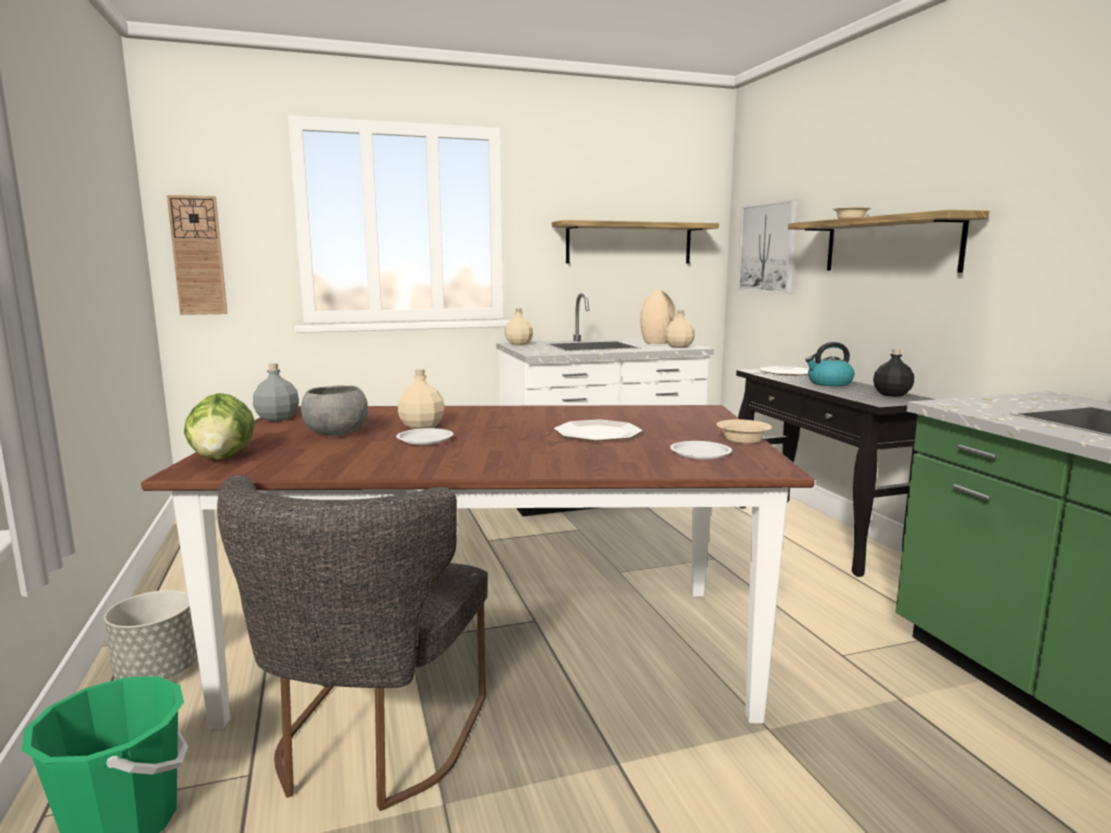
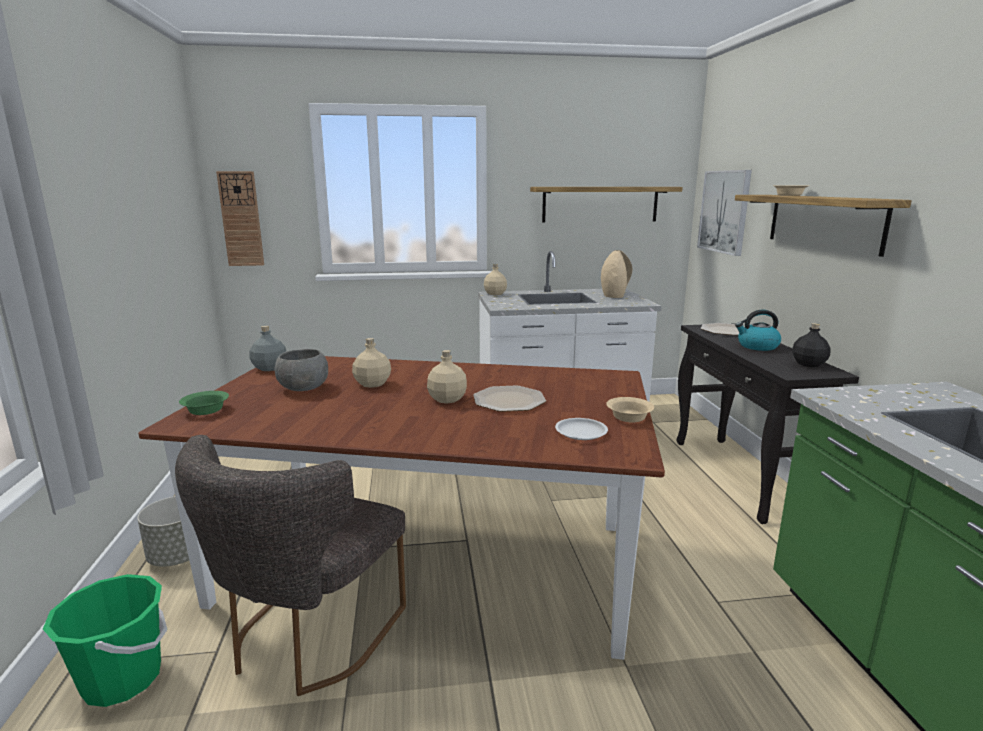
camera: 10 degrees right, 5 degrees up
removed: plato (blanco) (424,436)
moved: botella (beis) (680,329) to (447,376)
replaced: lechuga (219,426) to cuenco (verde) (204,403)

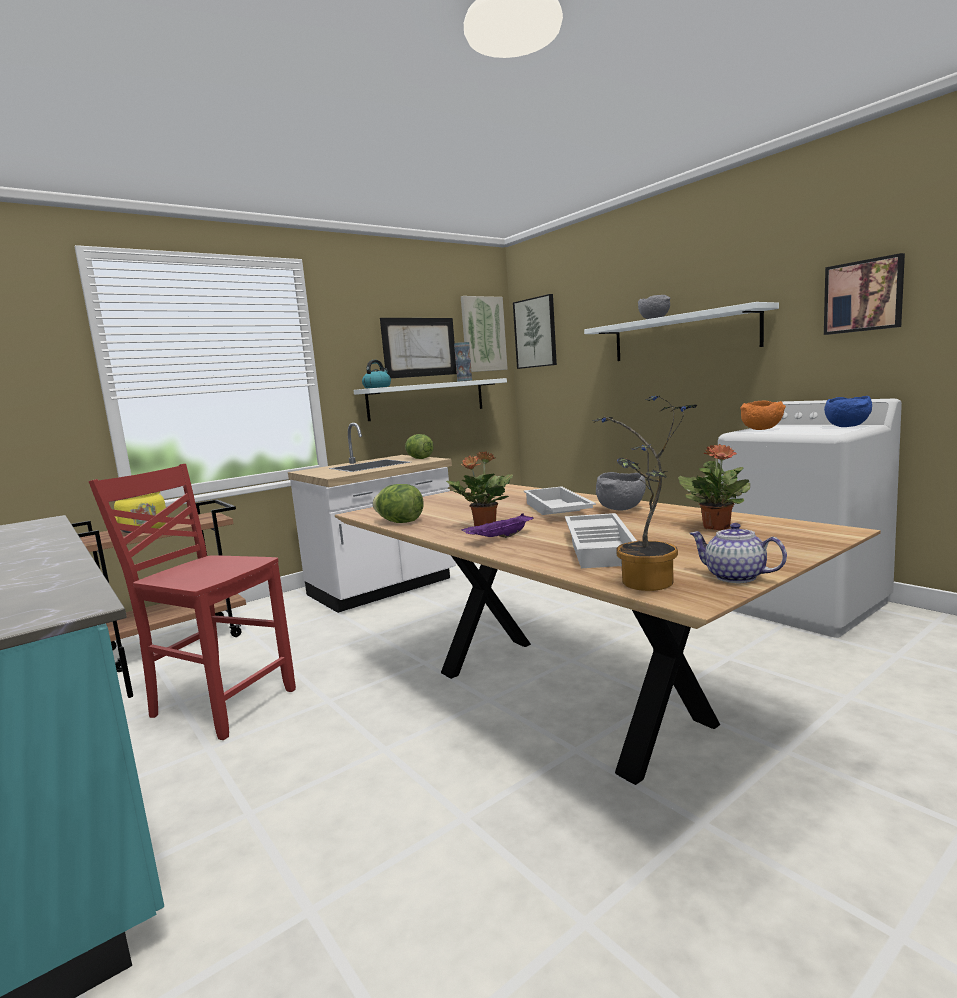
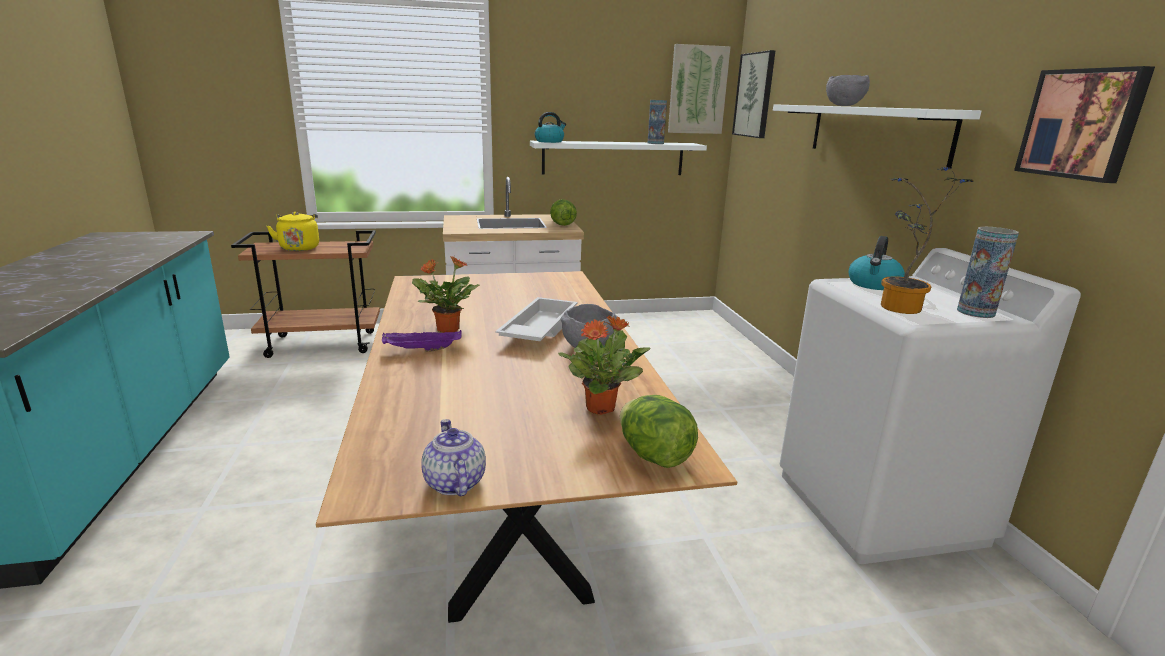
camera: 25 degrees right, 10 degrees up
removed: silla (rojo) (192,602); cuadro (418,348); bandeja (blanco) (601,540)
moved: lechuga (398,503) to (659,431); planta en maceta (644,493) to (927,240)
replaced: cuenco (naranja) (763,415) to hervidor (877,263); cuenco (azul) (848,411) to florero (988,272)

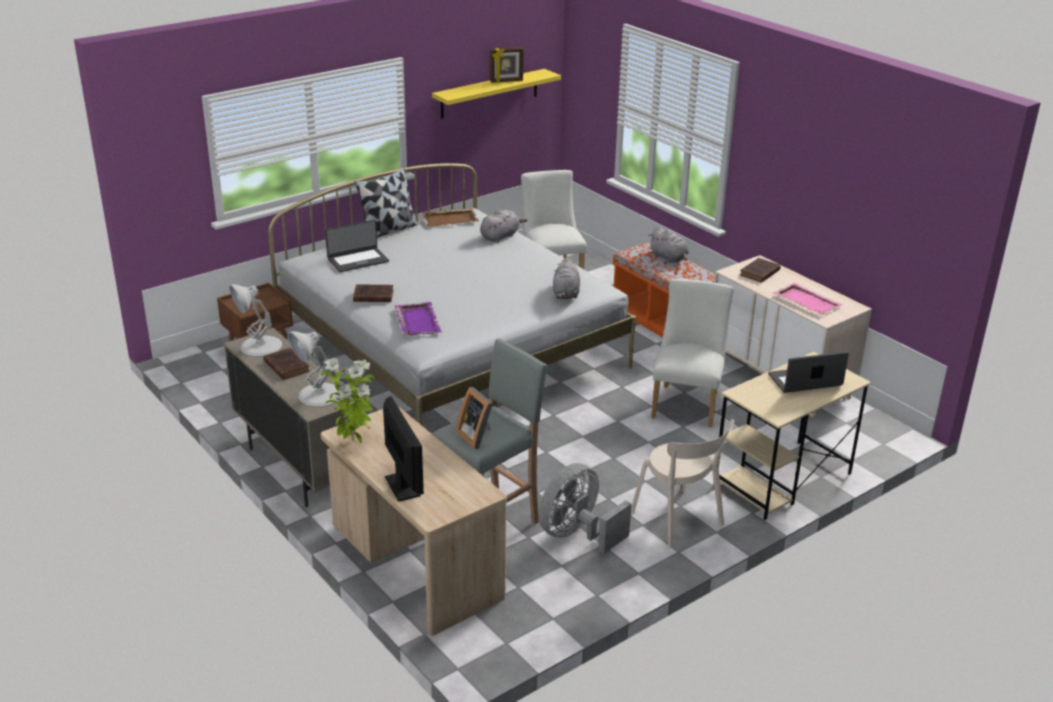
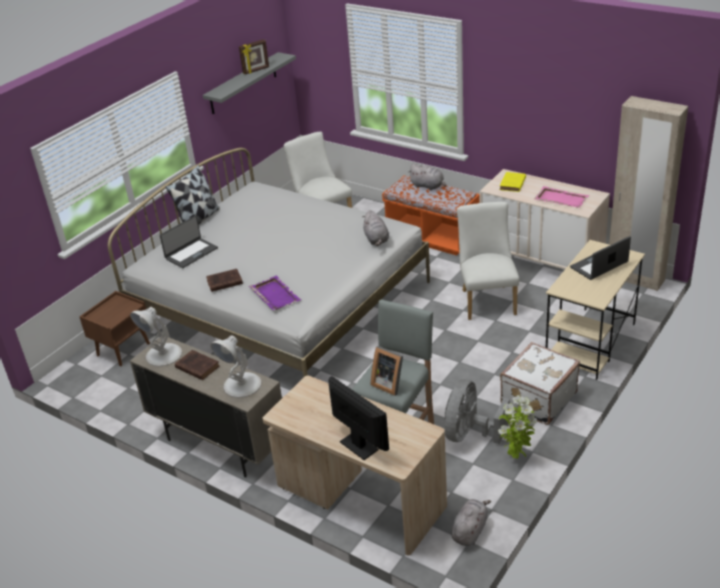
camera: 15 degrees left, 5 degrees up
removed: bandeja (marrón) (450,217)
added: armario ropero (beis) (648,193)
moved: peluche (gris) (503,226) to (471,522); planta en maceta (347,401) to (518,427)
replaced: silla (beis) (682,483) to maleta (blanco) (540,383)
recoloured: estante (amarillo) (496,93) to estante (gris) (249,83); libro (marrón) (760,270) to libro (amarillo) (513,182)

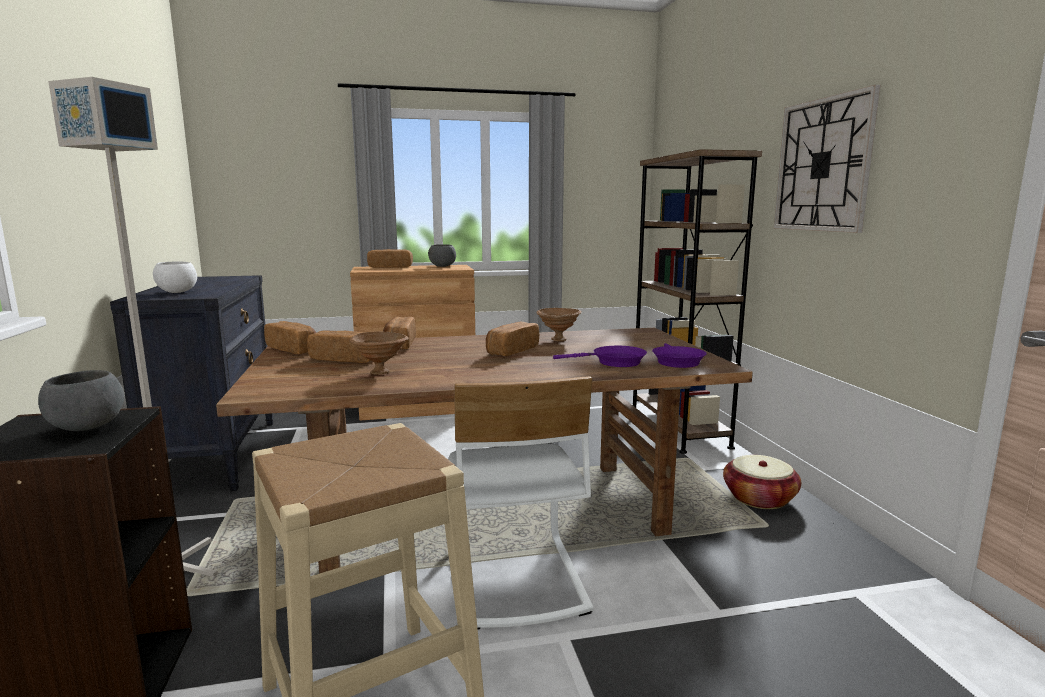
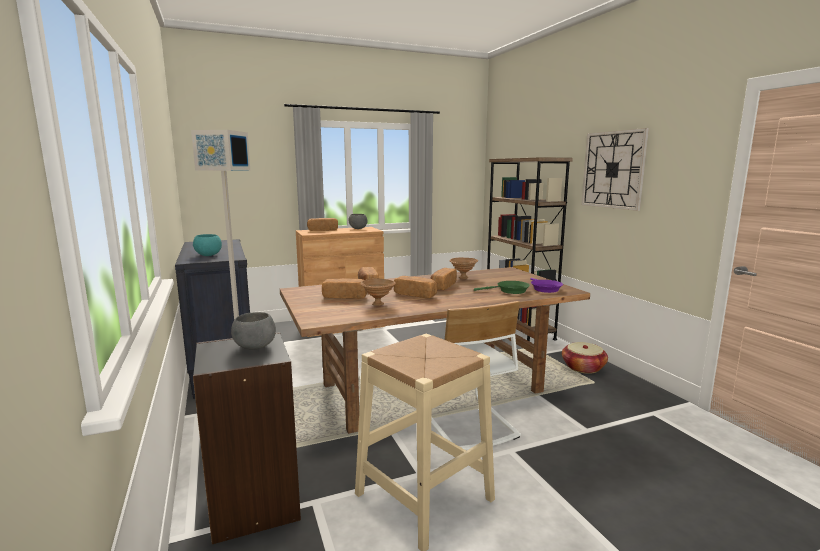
camera: 10 degrees left, 0 degrees up
moved: pan (290,337) to (416,287)
recoloured: cuenco (blanco) (175,277) to cuenco (turquesa) (207,245); sartén (morado) (600,356) to sartén (verde) (502,287)

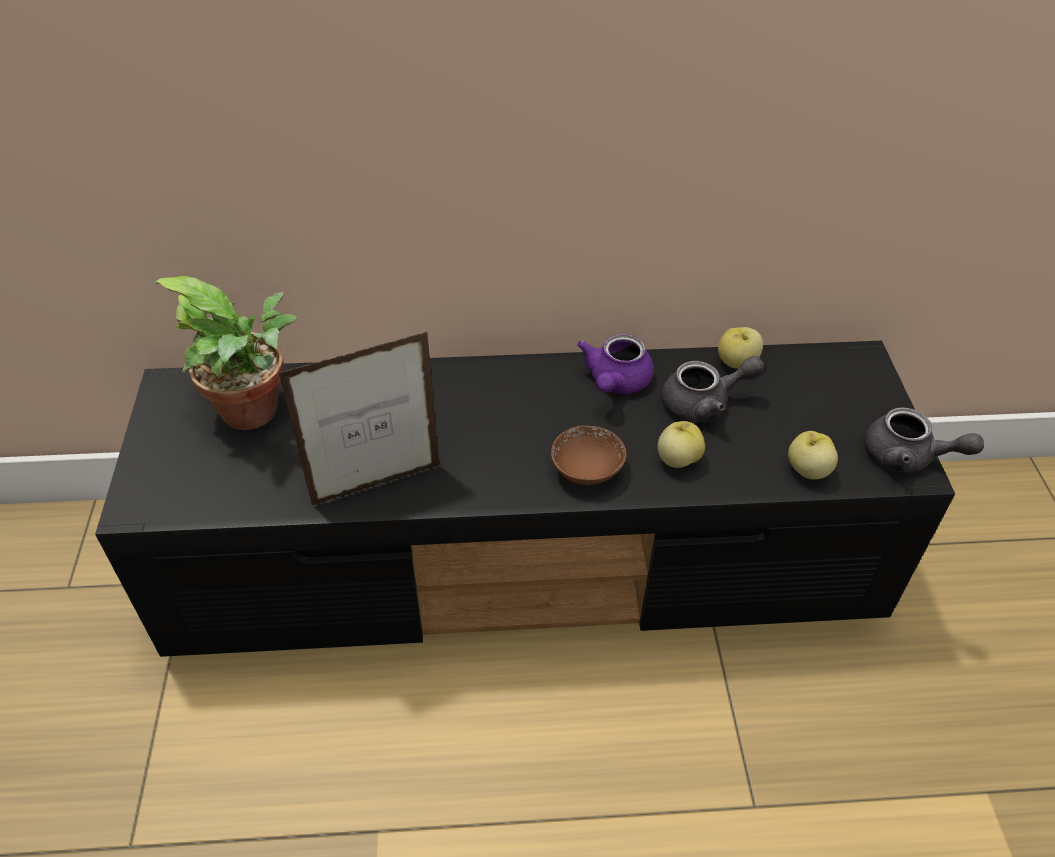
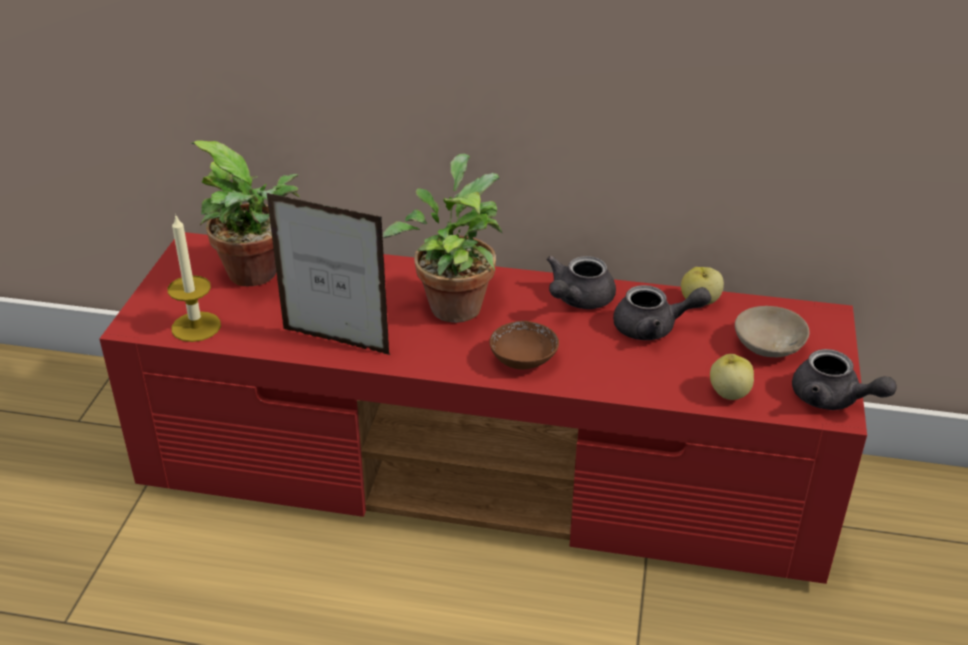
camera: 15 degrees right, 10 degrees down
removed: manzana (681,444)
added: vela (194,278); planta en maceta (443,238); cuenco (beis) (772,332)
recoloured: mueble de televisión (negro) (525,499) to mueble de televisión (rojo) (483,408); tetera (morado) (615,364) to tetera (gris) (581,282)
turned: portarretratos (358,419) = (328,274) 150 degrees counterclockwise

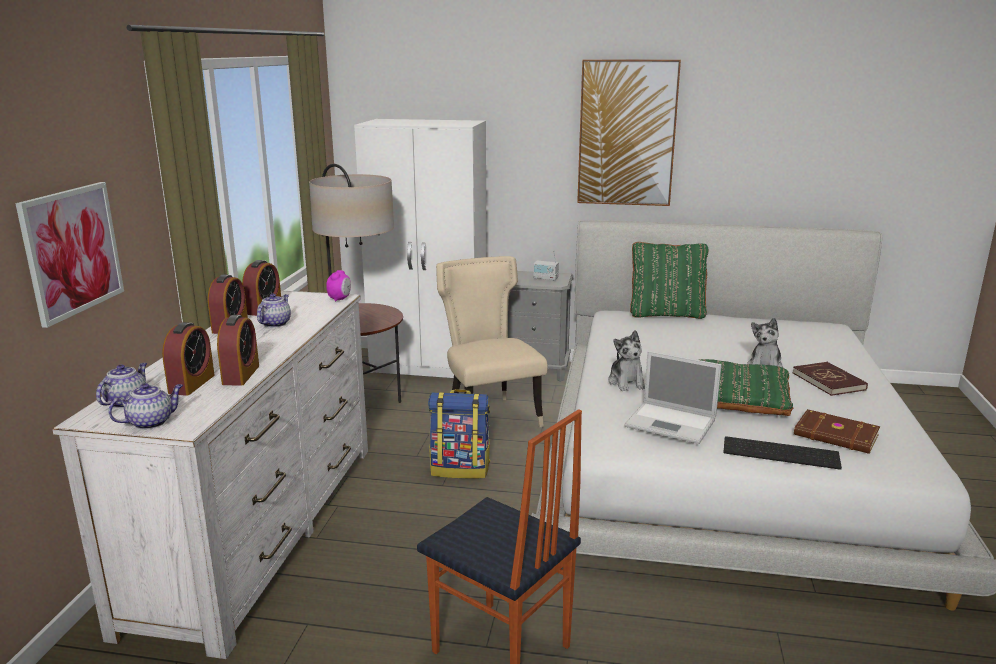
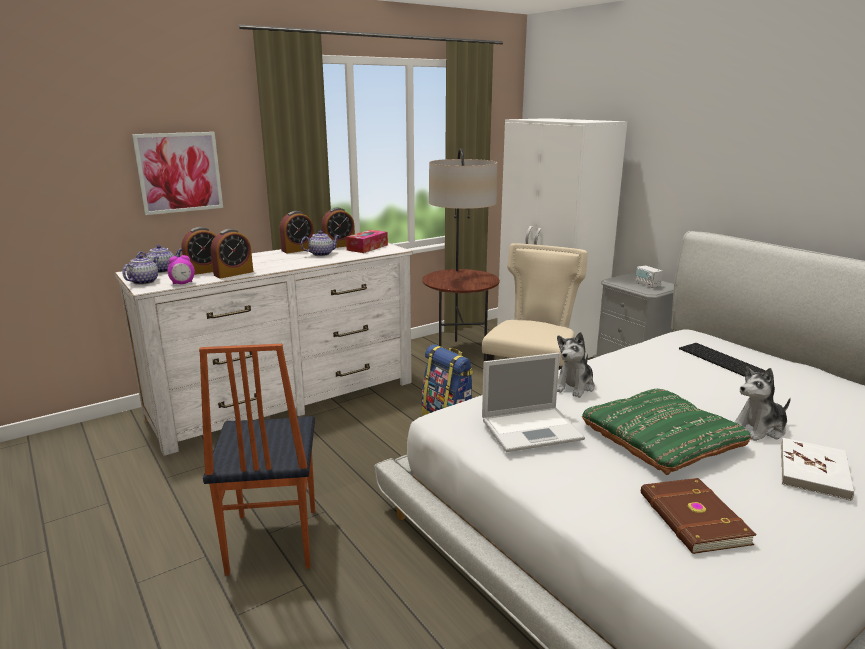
camera: 45 degrees right, 0 degrees up
removed: cuadro (629,132); cojín (verde) (669,280)
added: caja de pañuelos (367,241)
moved: despertador (338,286) to (181,270); teclado (782,453) to (722,360)
recoloured: libro (rojo) (830,379) to libro (blanco) (817,469)
turned: tetera (145,406) = (140,270) 75 degrees counterclockwise; portátil (673,397) = (533,402) 90 degrees counterclockwise

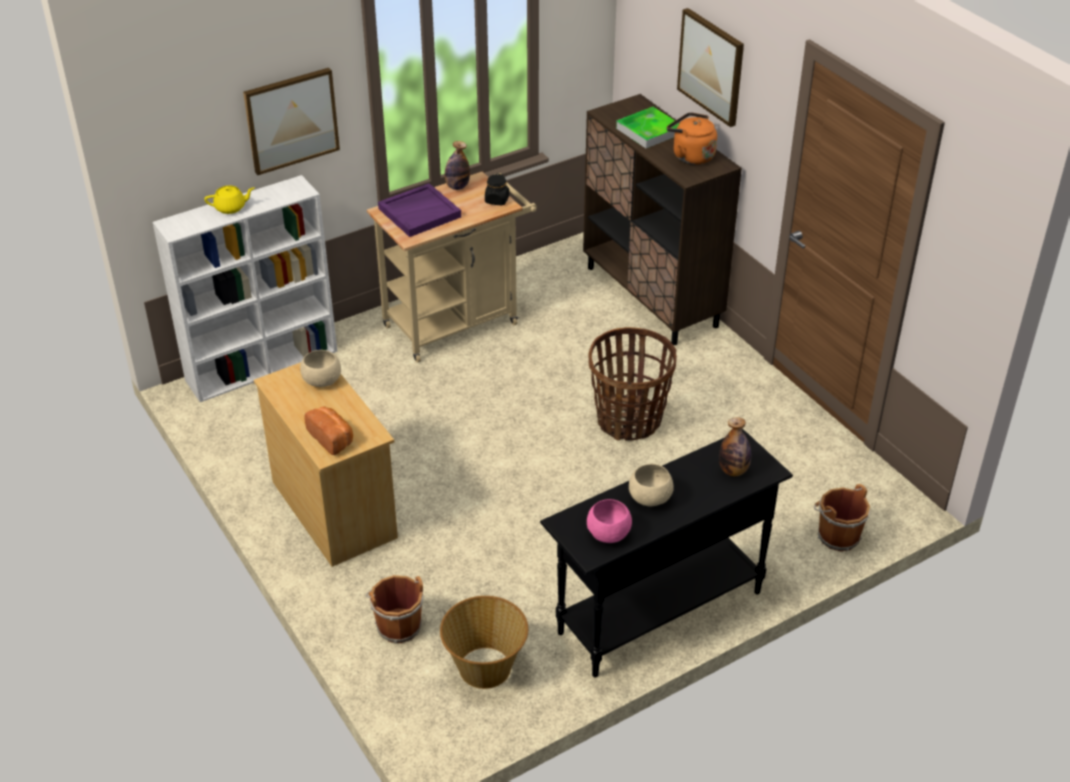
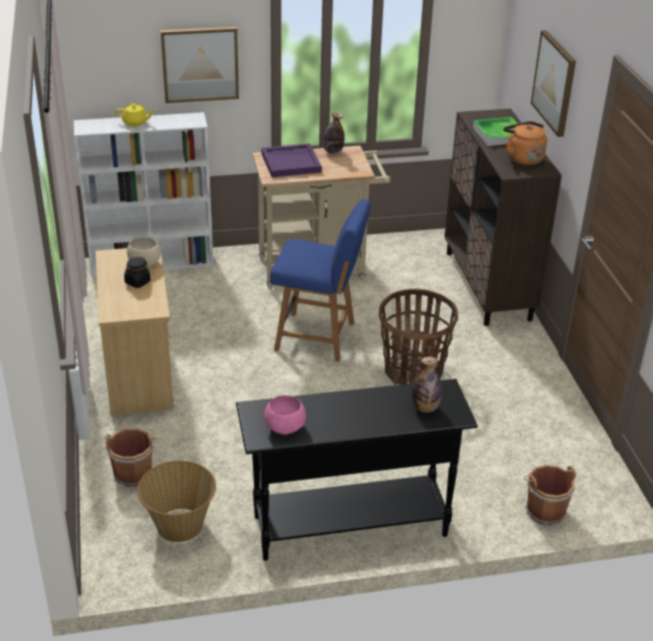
camera: 20 degrees right, 5 degrees down
removed: pan (329,430); cuenco (beis) (651,485)
added: silla (azul) (320,280)
moved: tarro (negro) (497,189) to (137,272)

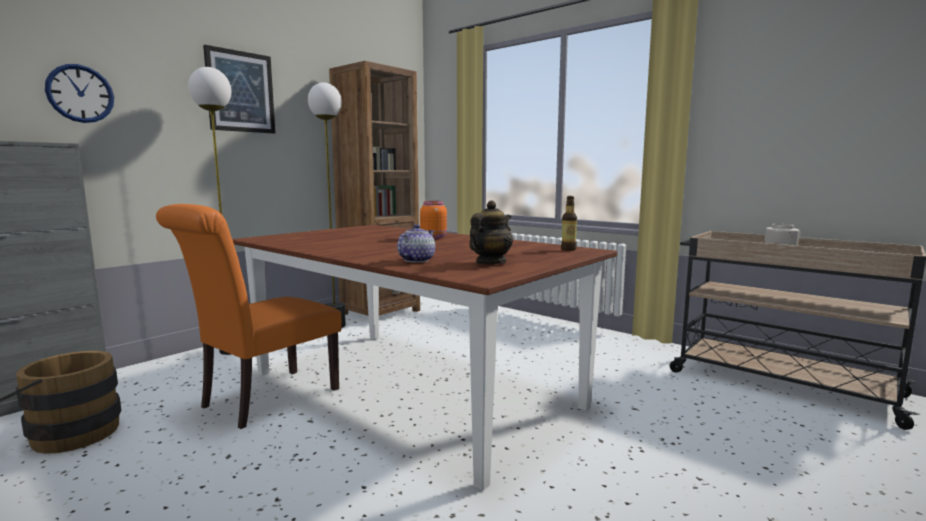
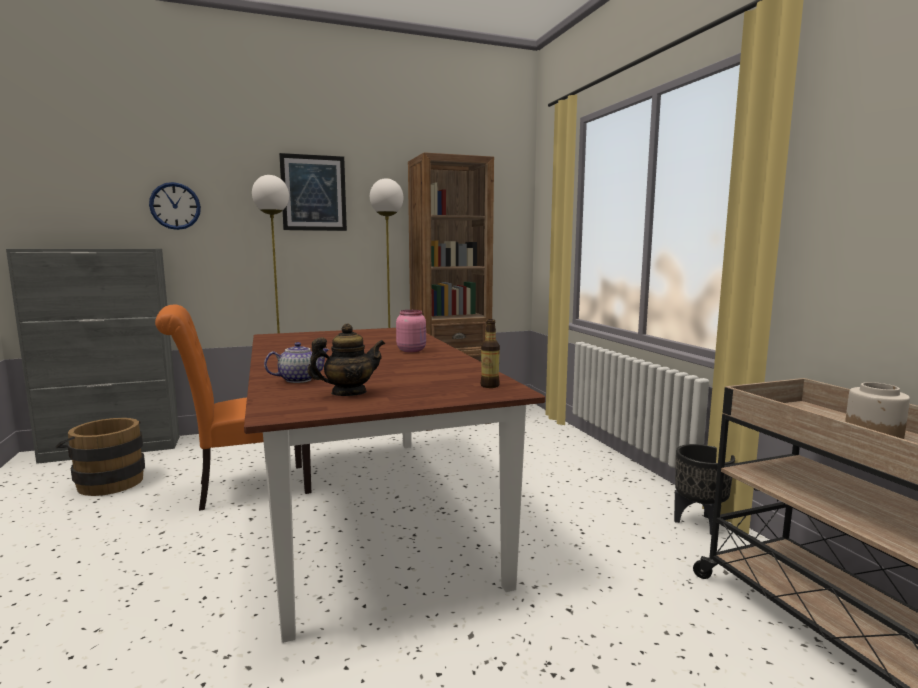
camera: 30 degrees right, 0 degrees up
added: maceta (negro) (704,489)
recoloured: tarro (naranja) (433,220) to tarro (rosa) (411,331)

